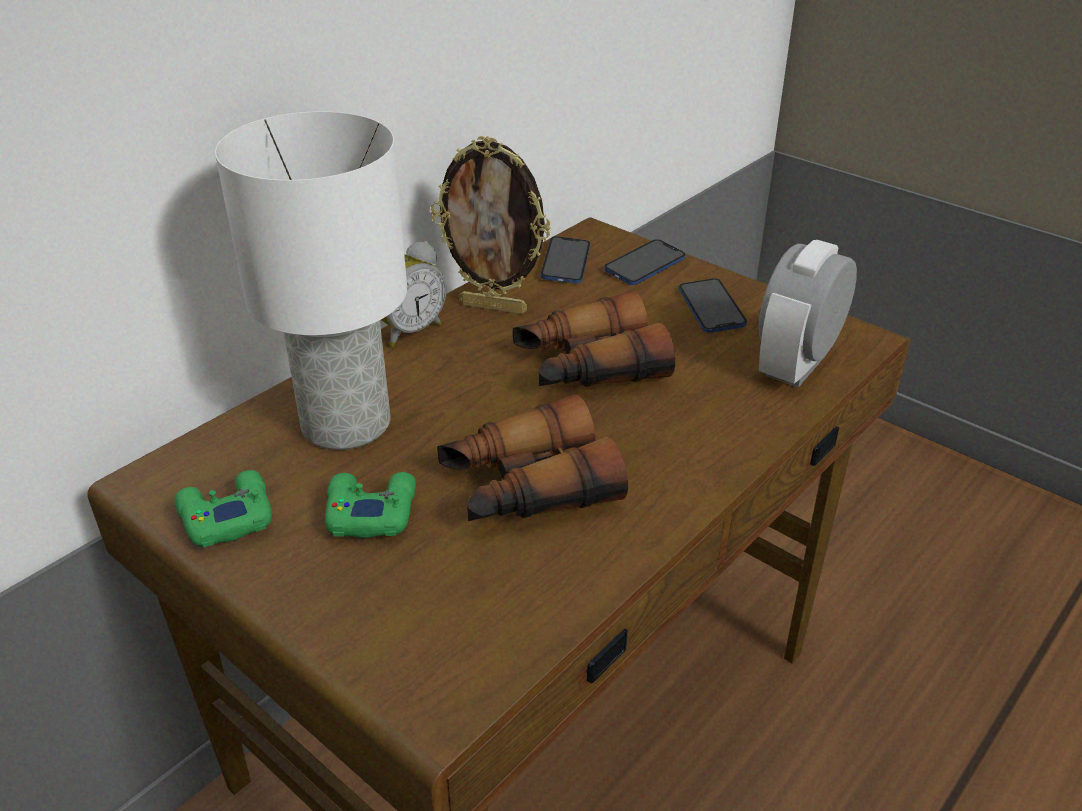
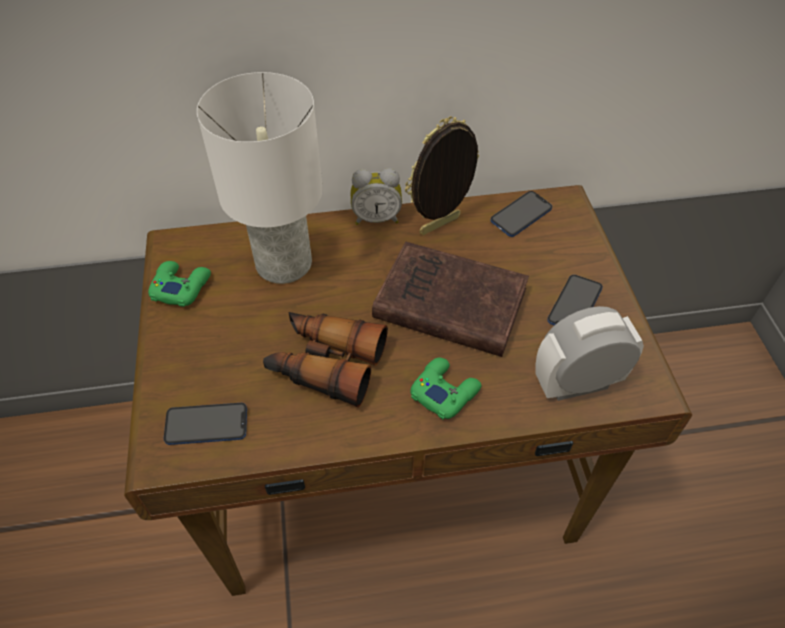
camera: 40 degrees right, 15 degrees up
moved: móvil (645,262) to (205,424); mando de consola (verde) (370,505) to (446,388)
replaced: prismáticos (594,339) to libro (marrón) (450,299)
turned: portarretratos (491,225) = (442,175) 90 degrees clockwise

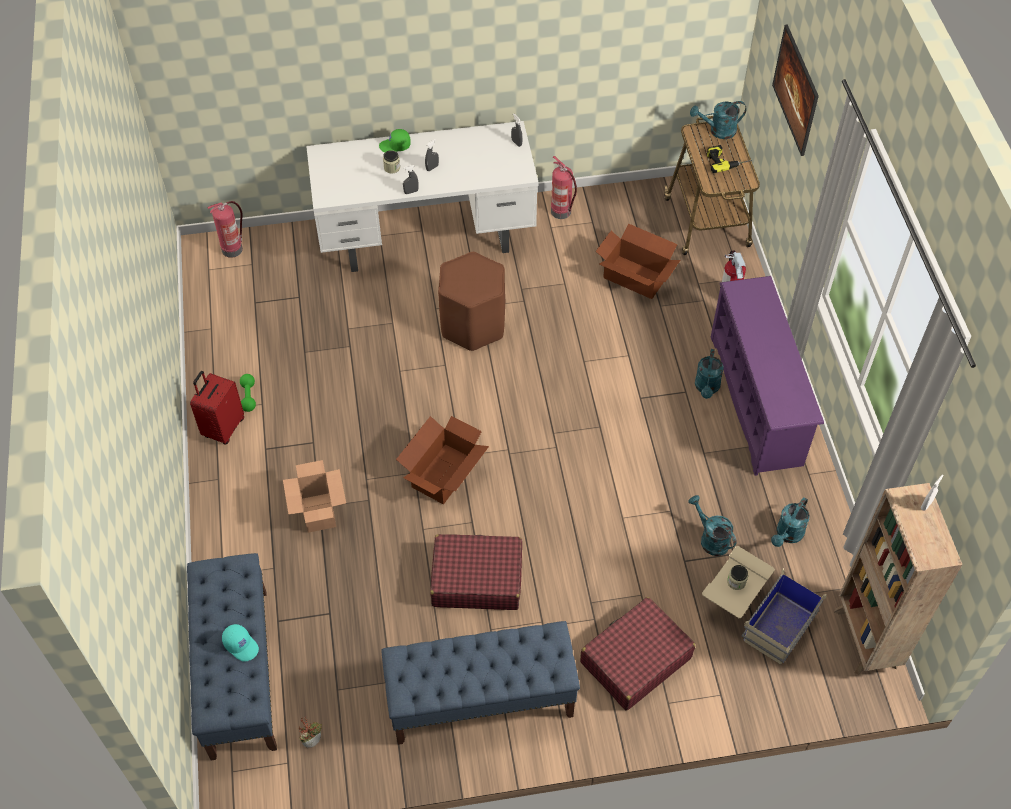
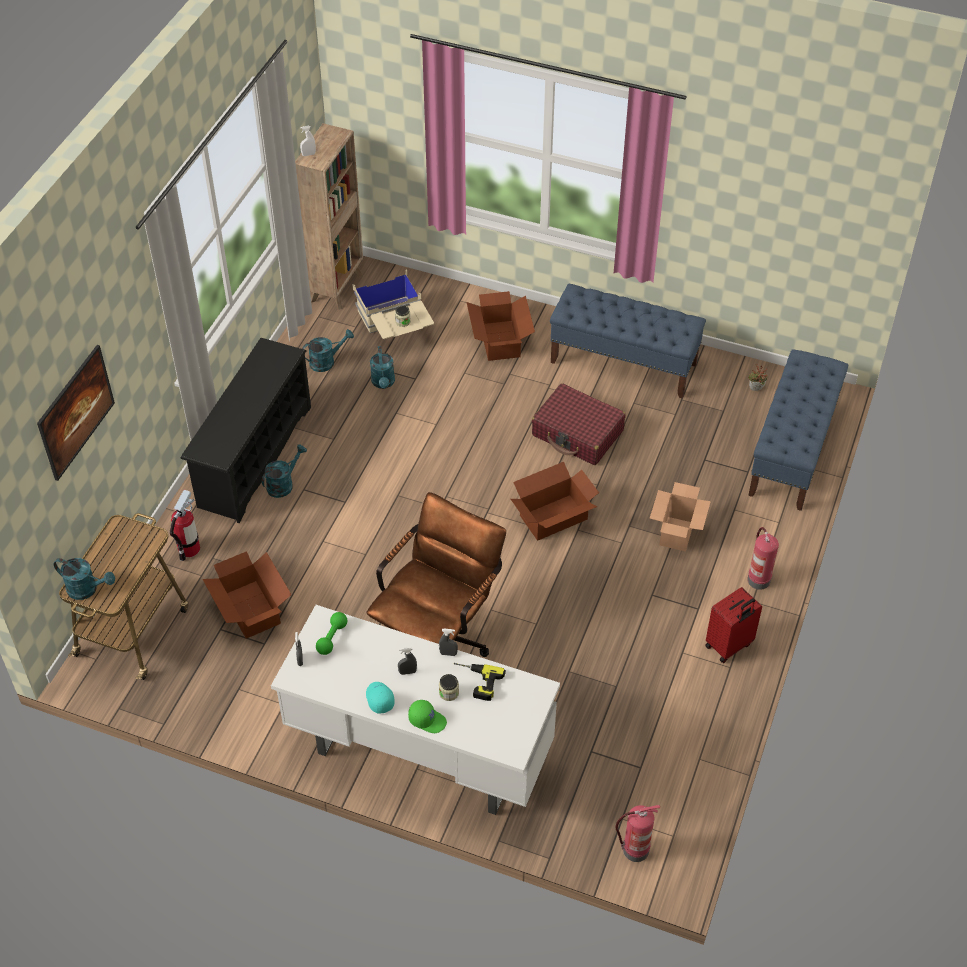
camera: 150 degrees left, 5 degrees down
moved: mancuerna (verde) (248,393) to (331,633); gorra (turquesa) (240,643) to (380,697); taladro (729,159) to (480,682); extintor (564,187) to (763,558)
replaced: taburete (marrón) (471,301) to silla de oficina (marrón) (436,574); maleta (rojo) (637,654) to caja de cartón (501,326)
recoloured: zapatero (morado) (767,376) to zapatero (negro) (245,430)

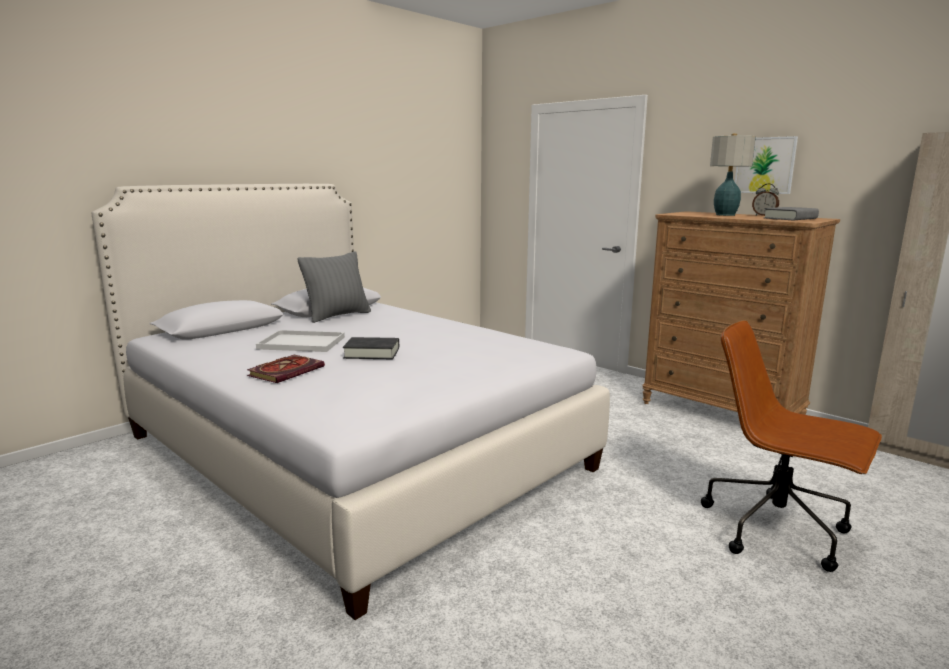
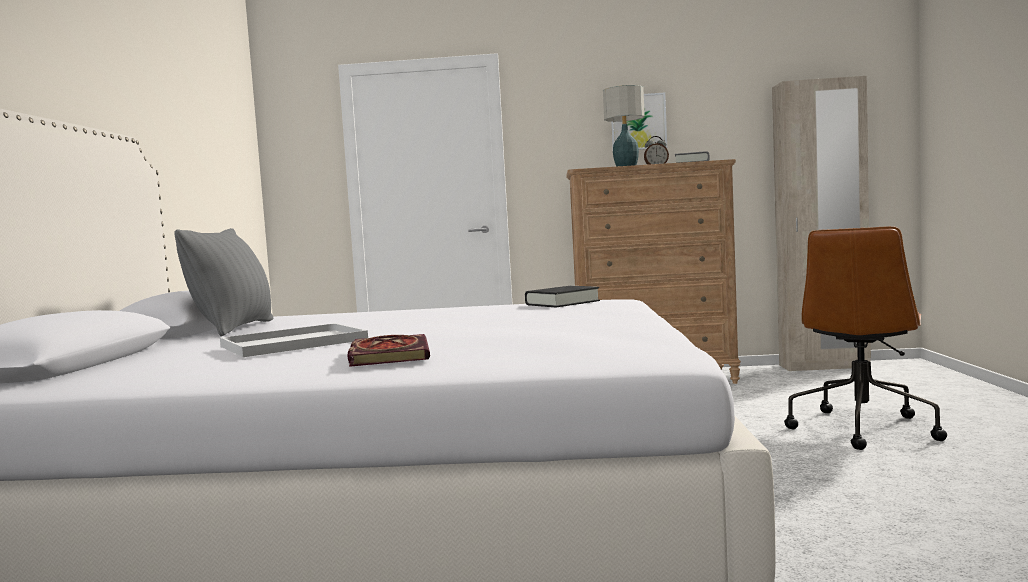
camera: 40 degrees left, 10 degrees down
moved: libro (negro) (371,348) to (562,297)
turned: silla de oficina (marrón) (791,446) = (865,338) 60 degrees counterclockwise

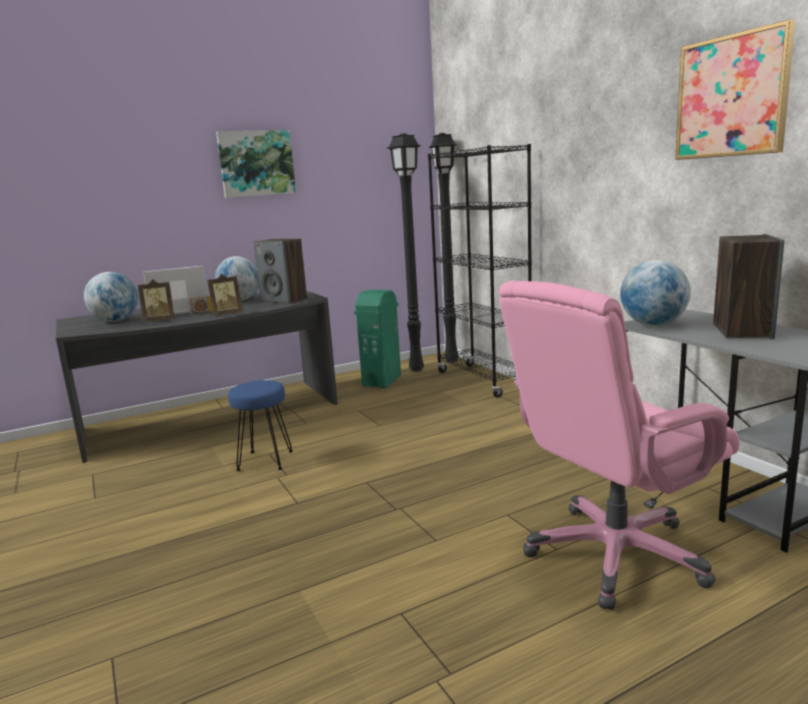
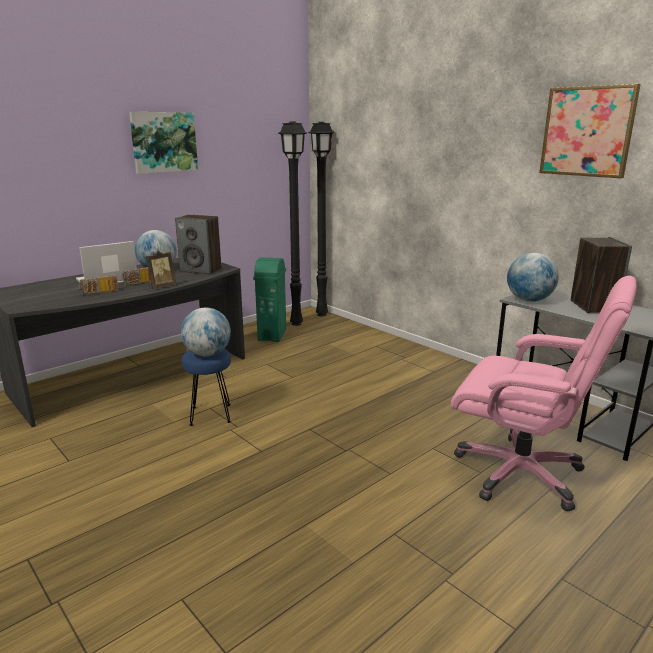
camera: 15 degrees left, 5 degrees up
removed: estantería (negro) (480,271)
moved: globo terráqueo (111,297) to (206,332)
replaced: portarretratos (156,300) to radio (98,285)
turned: silla de oficina (rosa) (619,445) = (544,394) 105 degrees counterclockwise

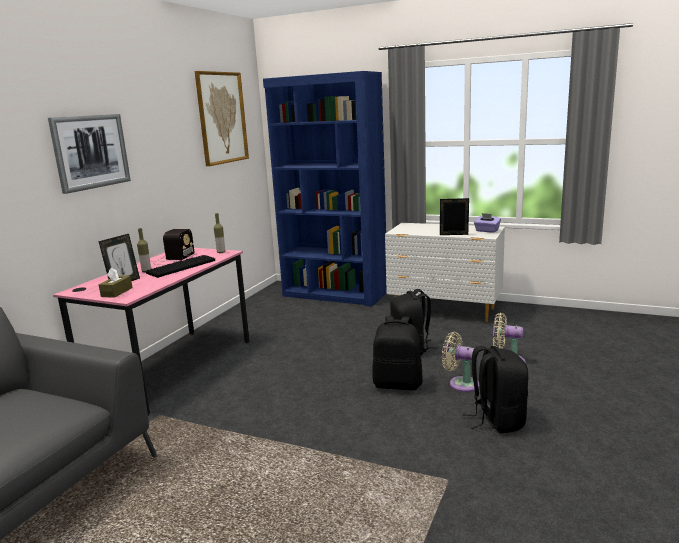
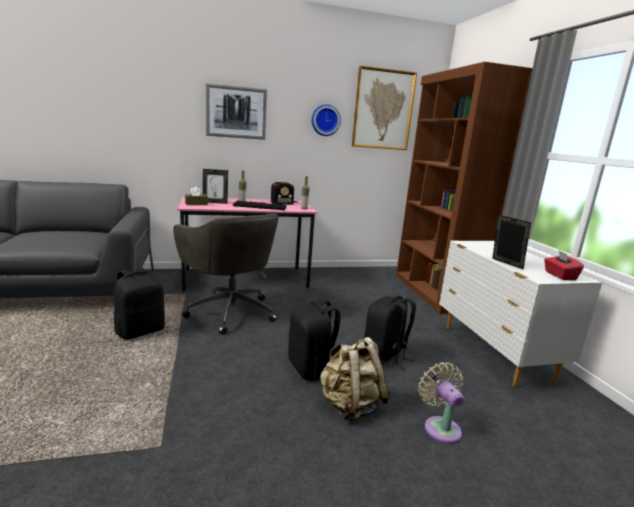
camera: 50 degrees right, 0 degrees up
added: silla de oficina (gris) (226,274); reloj de pared (326,120)
moved: mochila (negro) (495,389) to (139,303)
replaced: ventilador (beis) (460,362) to mochila (beis) (355,379)
recoloured: estantería (azul) (325,189) to estantería (marrón) (464,188); caja de pañuelos (morado) (487,223) to caja de pañuelos (rojo) (564,265)

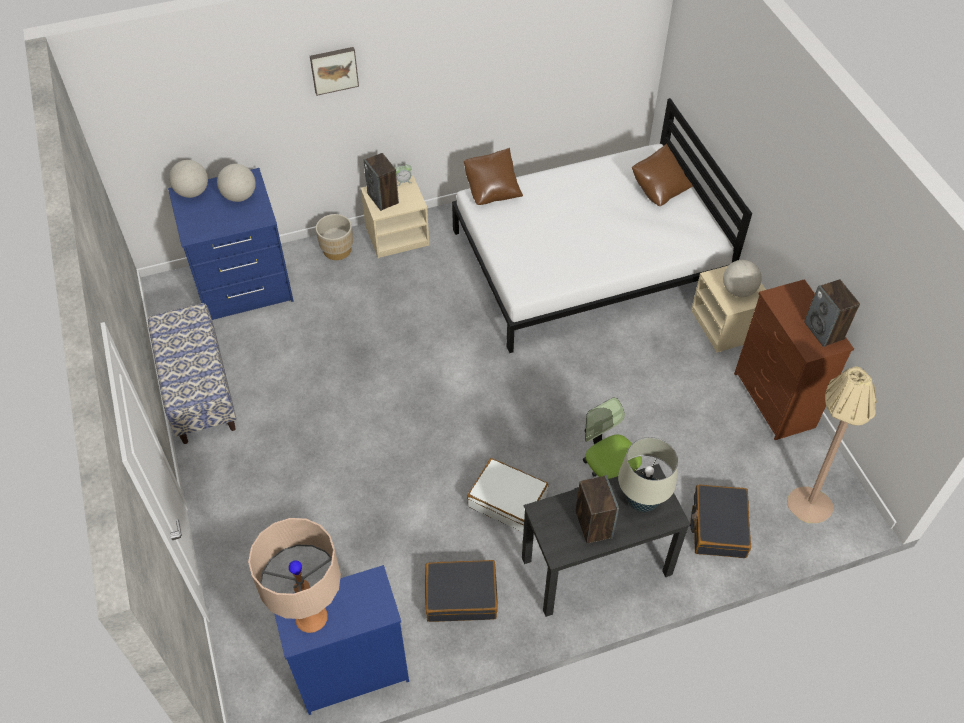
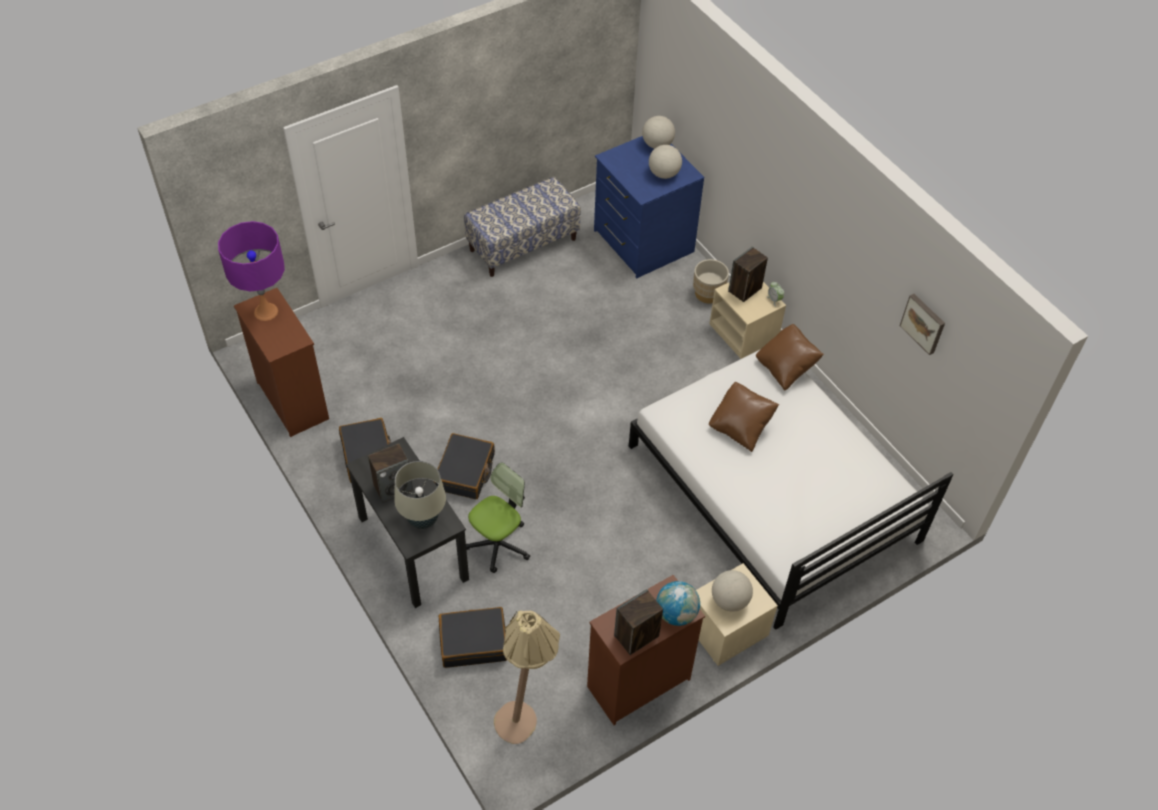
camera: 75 degrees right, 0 degrees up
added: globo terráqueo (678,603)
moved: cojín (marrón) (662,175) to (744,417); cuadro (334,71) to (922,324)
recoloured: lámpara de mesa (beis) (294,575) to lámpara de mesa (morado) (251,271); cómoda (azul) (341,640) to cómoda (marrón) (281,362); maleta (blanco) (507,495) to maleta (negro) (465,466)

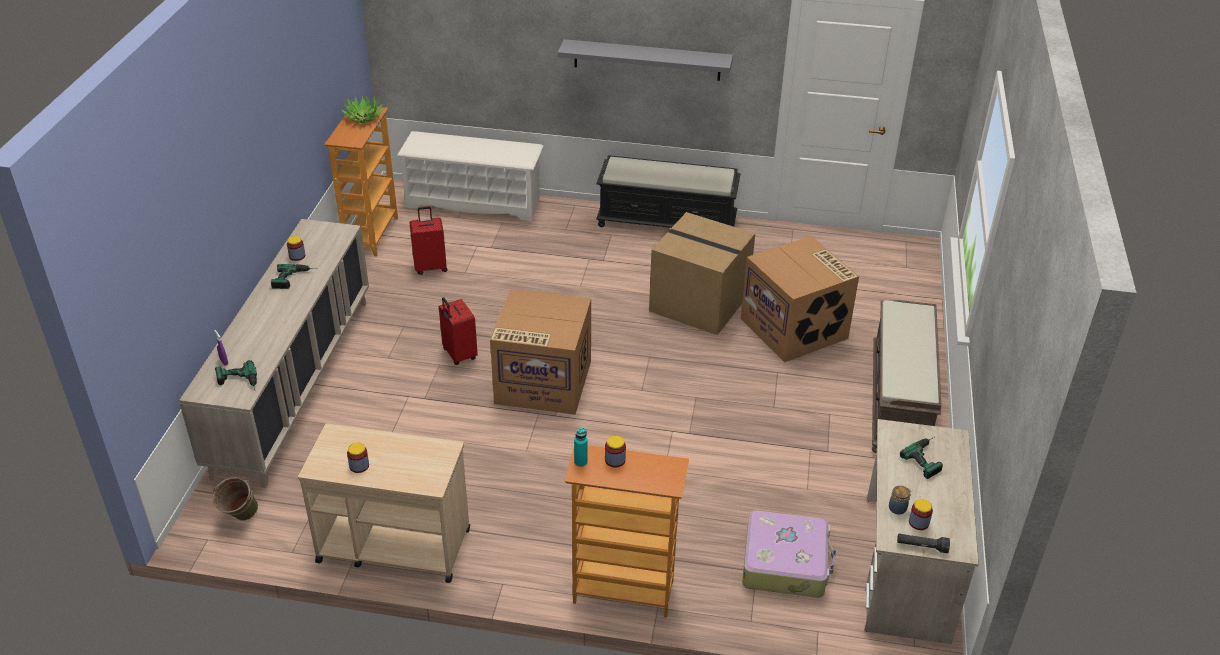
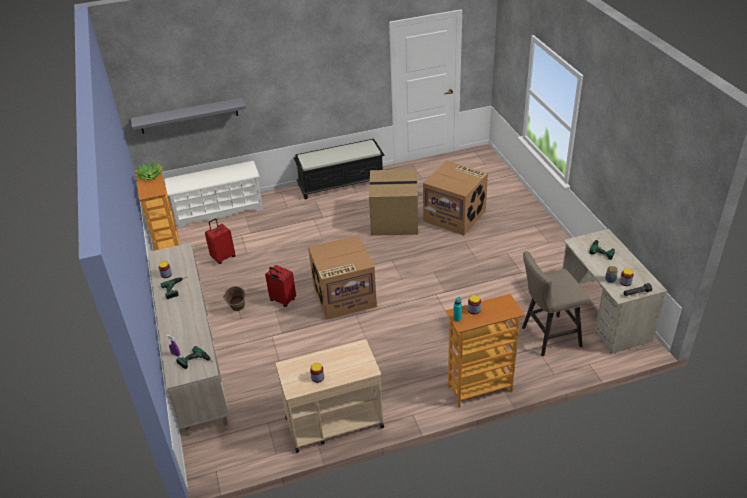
camera: 25 degrees left, 0 degrees up
removed: banco (marrón) (907,376)
moved: estante (gris) (645,60) to (188,116); cubo (verde) (235,499) to (234,298)
replaced: maleta (789,554) to taburete (beis) (556,303)

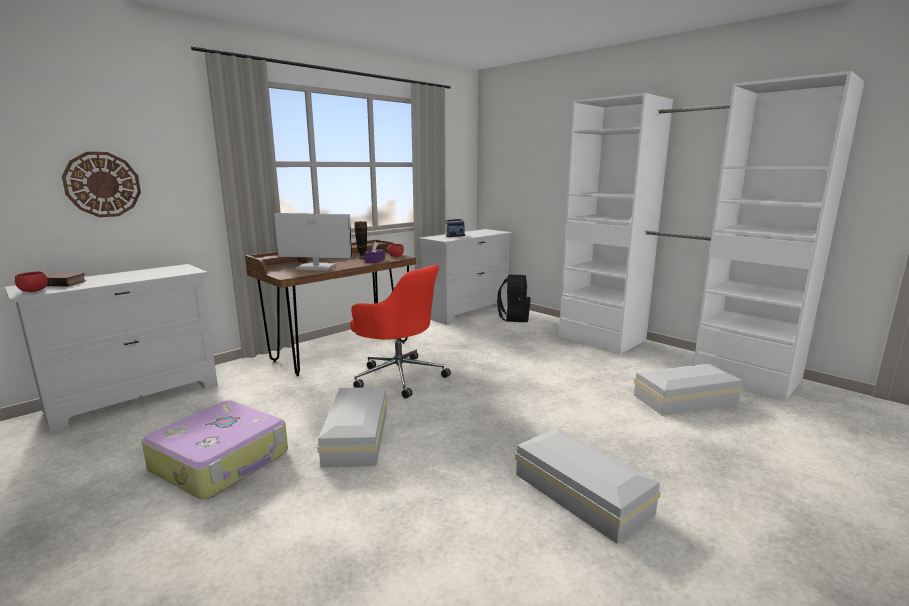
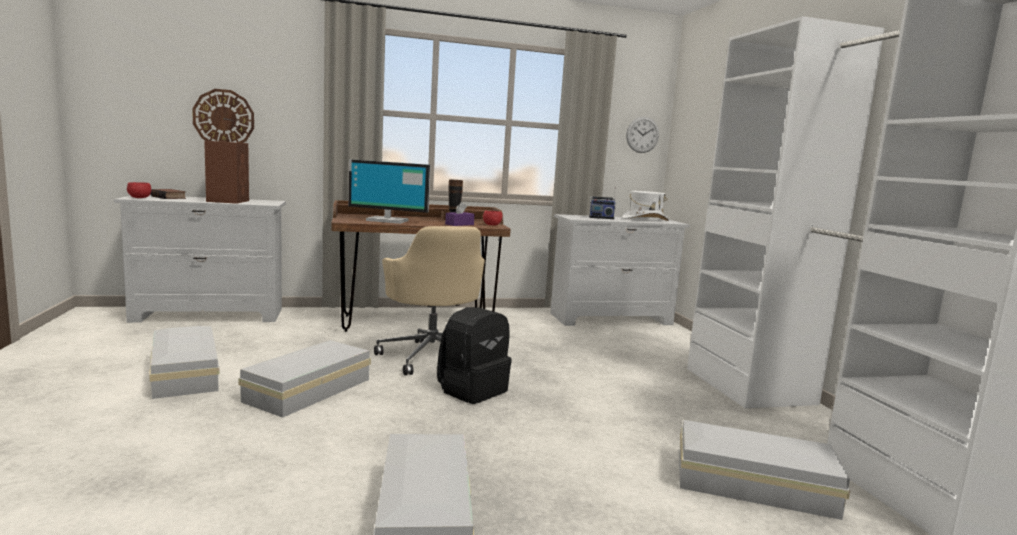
camera: 30 degrees right, 5 degrees down
added: altavoz (marrón) (226,172); sombrero (blanco) (645,206); reloj de pared (642,135)
moved: mochila (negro) (514,298) to (474,355)
replaced: maleta (215,449) to caja de almacenaje (blanco) (184,362)
recoloured: silla de oficina (rojo) (400,332) to silla de oficina (beis) (429,300)
turned: monitor (313,242) = (389,191) 150 degrees clockwise

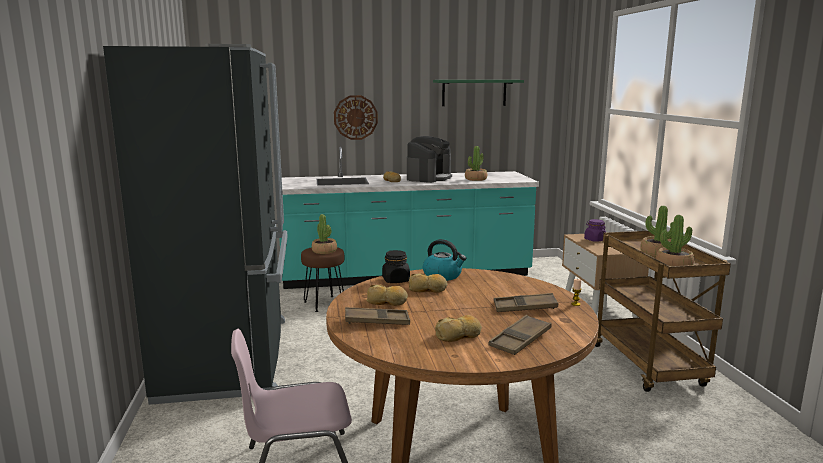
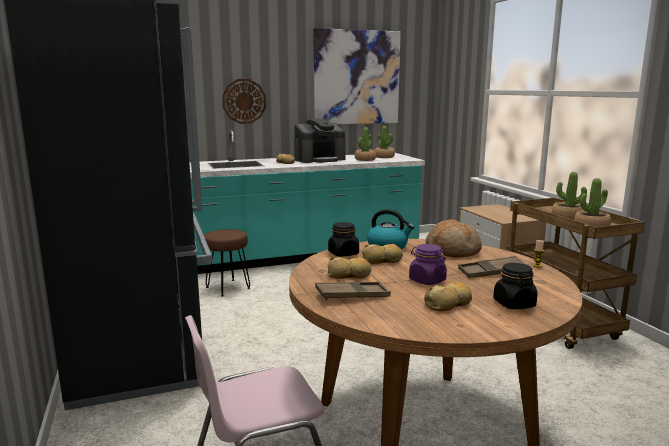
camera: 10 degrees left, 0 degrees up
added: pan (454,238)
moved: planta en maceta (324,234) to (385,142); tarro (morado) (595,230) to (428,264)
replaced: estante (verde) (478,93) to cuadro (357,76); bandeja (marrón) (520,335) to tarro (negro) (515,286)
turned: cafetera (429,159) = (320,141) 45 degrees clockwise

